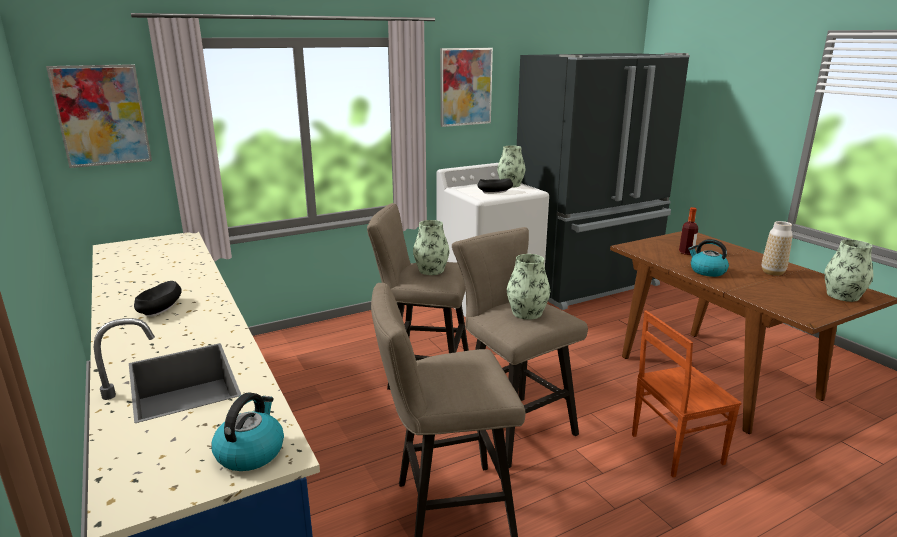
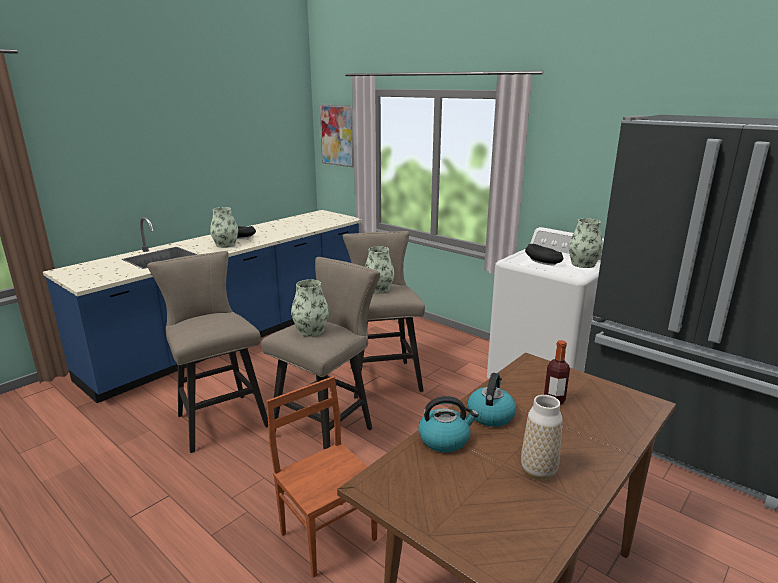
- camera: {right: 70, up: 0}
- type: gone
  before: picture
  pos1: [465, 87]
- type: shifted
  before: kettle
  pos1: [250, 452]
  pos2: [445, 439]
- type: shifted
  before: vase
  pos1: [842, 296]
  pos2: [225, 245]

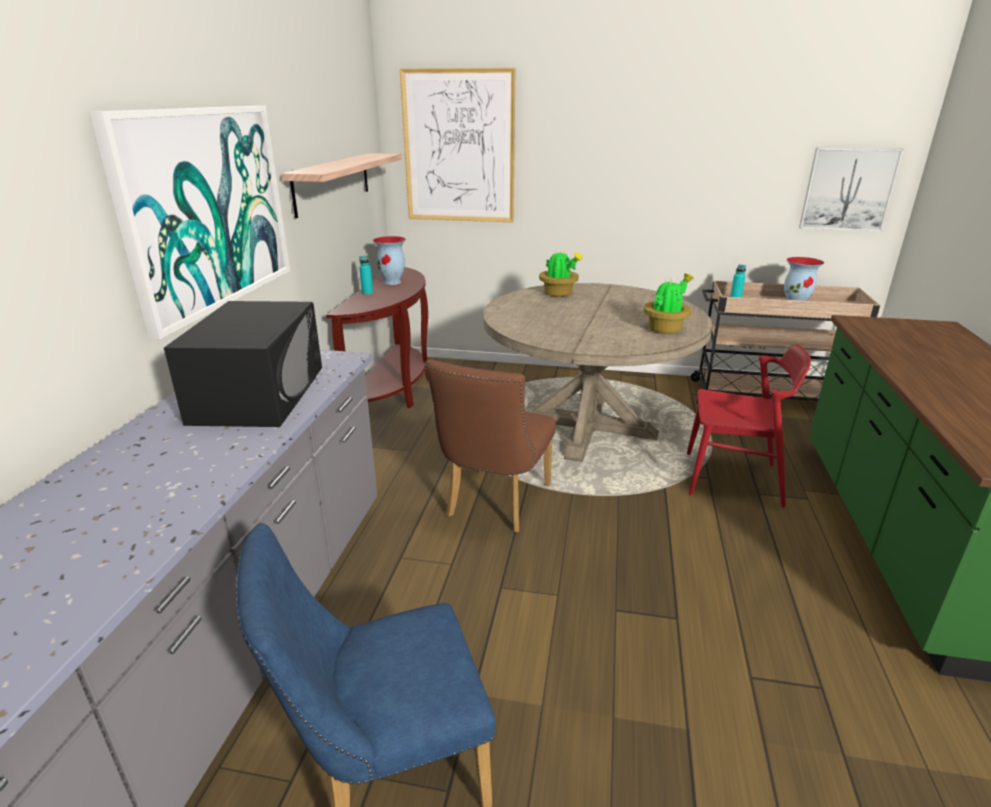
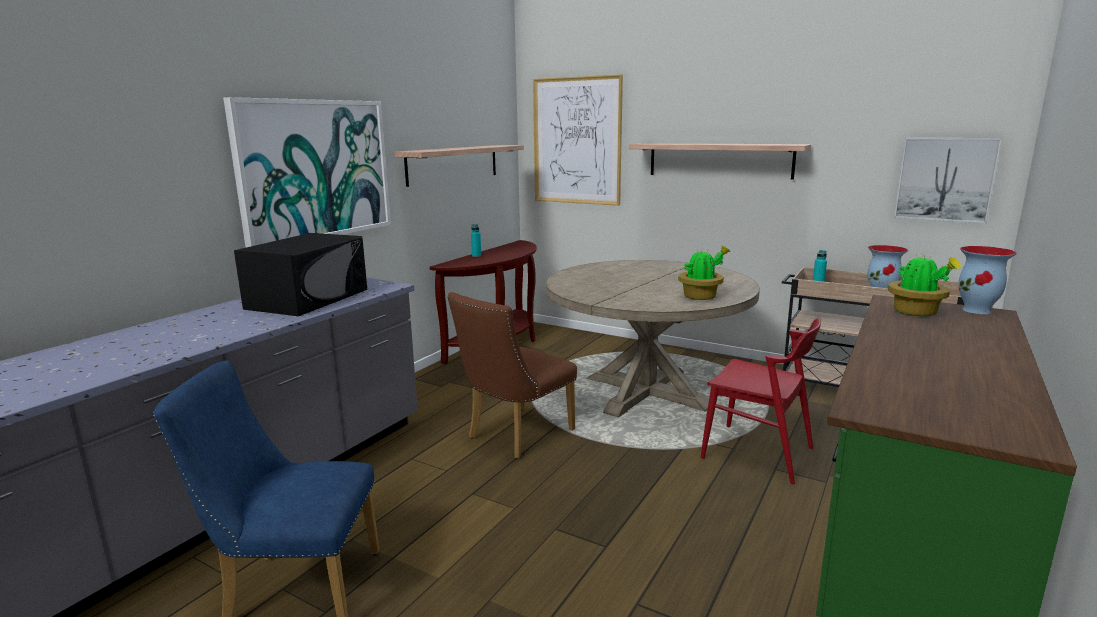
- camera: {right: 20, up: -10}
- type: new
  after: shelf
  pos2: [719, 160]
- type: shifted
  before: vase
  pos1: [393, 282]
  pos2: [977, 310]
- type: shifted
  before: potted_plant
  pos1: [559, 294]
  pos2: [916, 313]

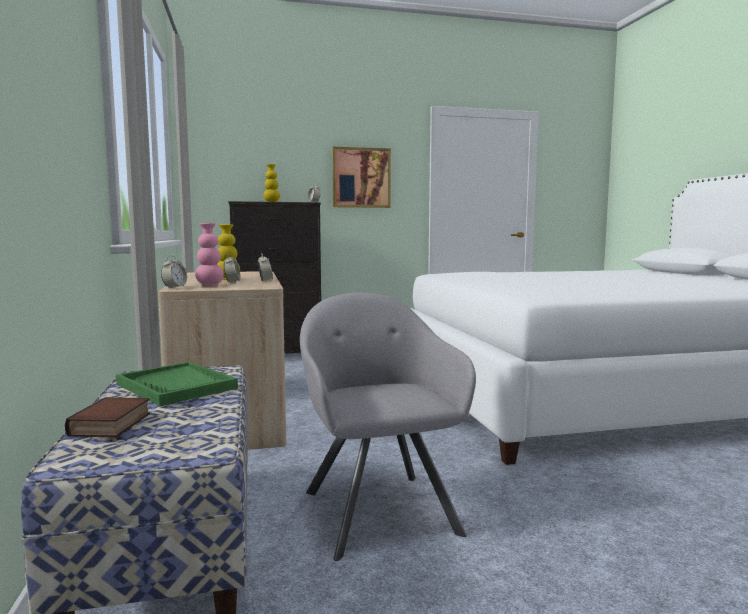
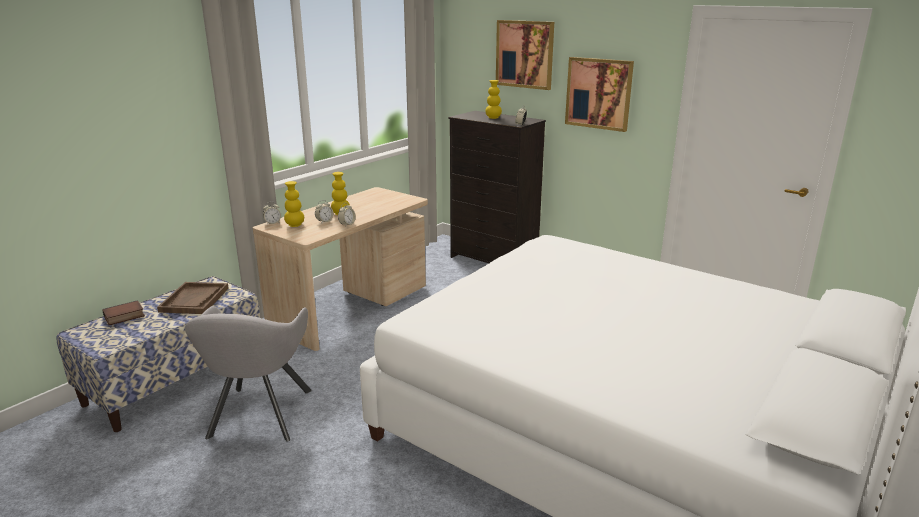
- camera: {right: 50, up: 15}
- type: new
  after: picture
  pos2: [525, 54]
- type: repainted
  before: green_tray
  after: brown_tray
  pos1: [176, 386]
  pos2: [194, 300]
- type: repainted
  before: pink_vase
  after: yellow_vase
  pos1: [210, 285]
  pos2: [295, 225]
- type: rotated
  before: grey_armchair
  pos1: [377, 508]
  pos2: [259, 416]
  turn: 150

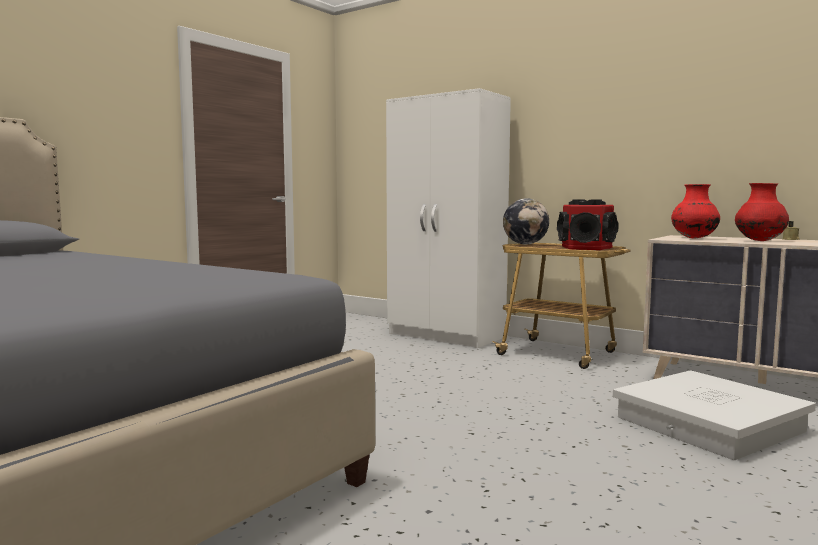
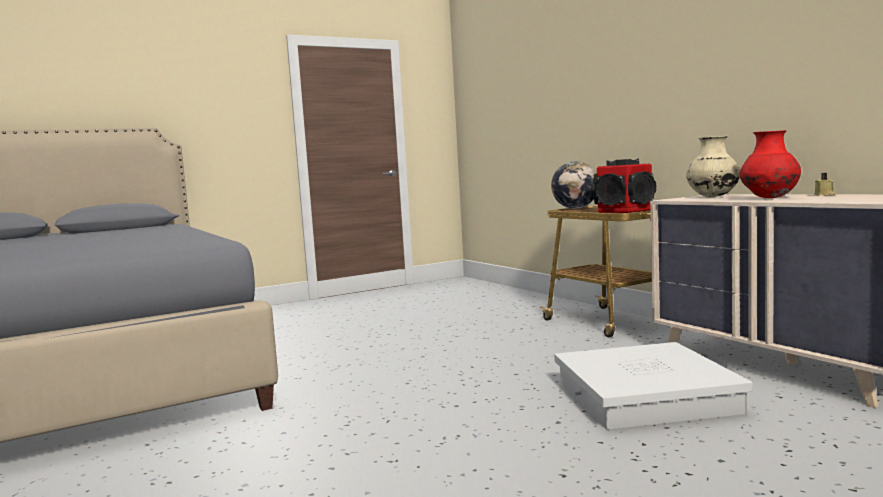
- camera: {right: 25, up: 0}
- type: gone
  before: white_wardrobe
  pos1: [446, 335]
- type: repainted
  before: red_vase
  after: beige_vase
  pos1: [694, 238]
  pos2: [712, 197]

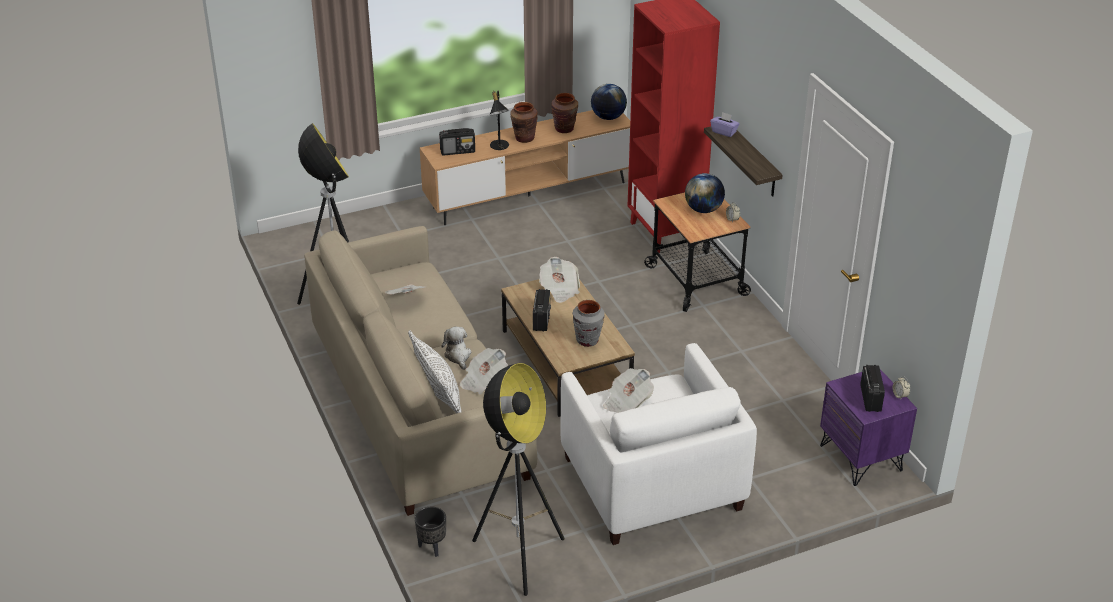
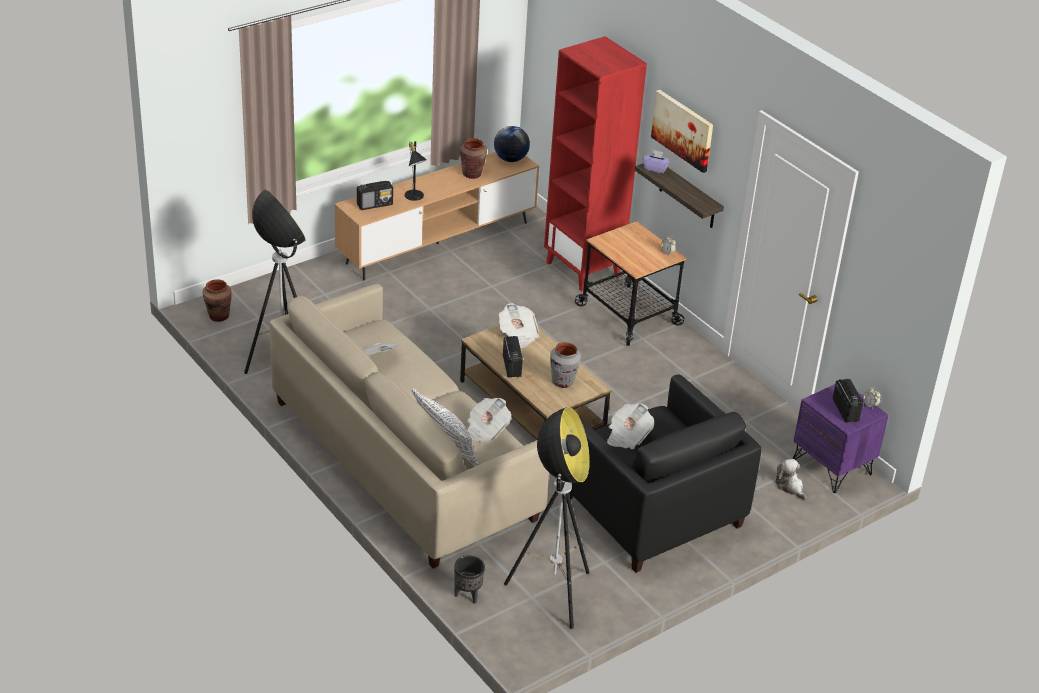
- camera: {right: -15, up: 0}
- type: gone
  before: globe
  pos1: [703, 209]
- type: new
  after: picture
  pos2: [683, 130]
- type: shifted
  before: plush_toy
  pos1: [458, 356]
  pos2: [790, 486]
- type: shifted
  before: brown_vase
  pos1: [524, 138]
  pos2: [218, 316]
- type: repainted
  before: white_armchair
  after: black_armchair
  pos1: [652, 482]
  pos2: [651, 511]

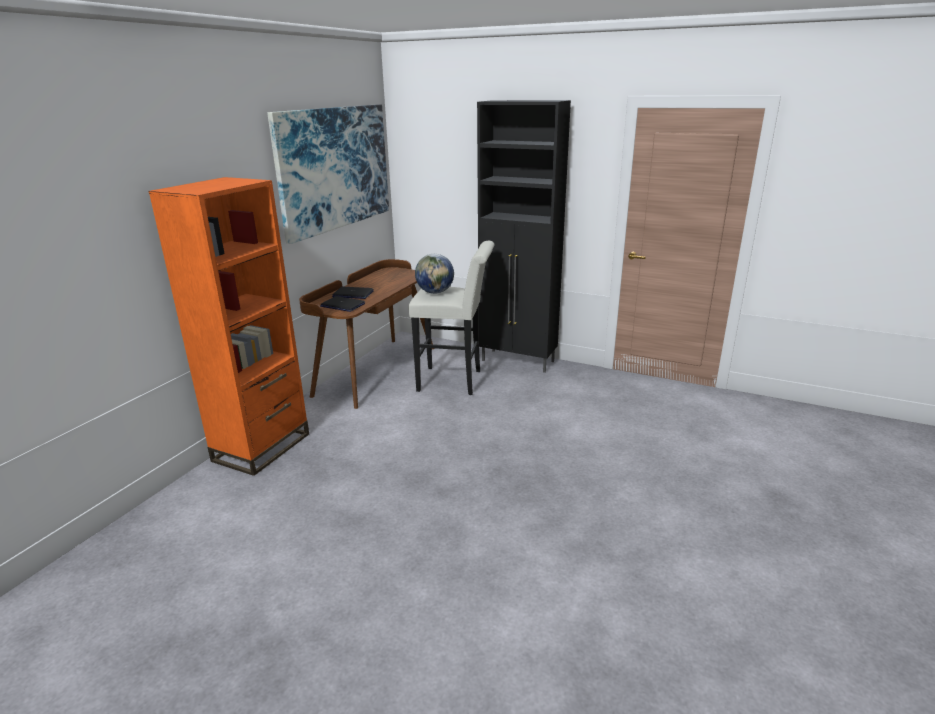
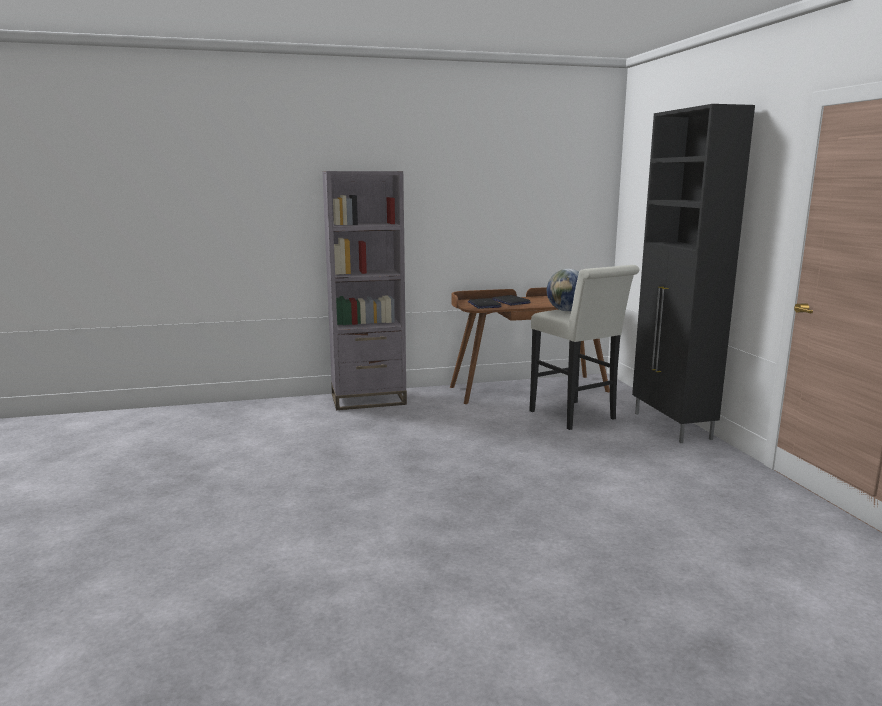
- camera: {right: 50, up: -10}
- type: gone
  before: picture
  pos1: [334, 168]
- type: repainted
  before: orange_bookcase
  after: grey_bookcase
  pos1: [262, 447]
  pos2: [368, 400]

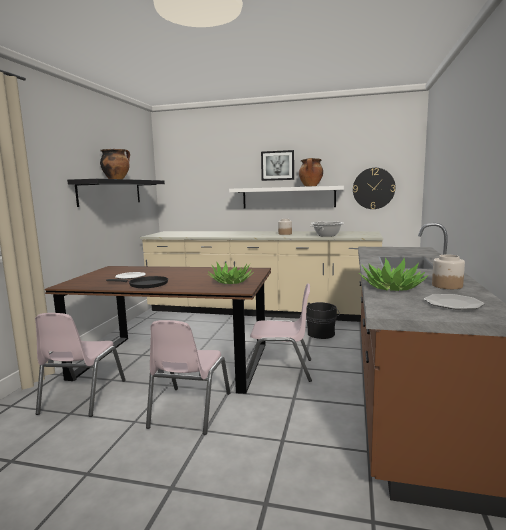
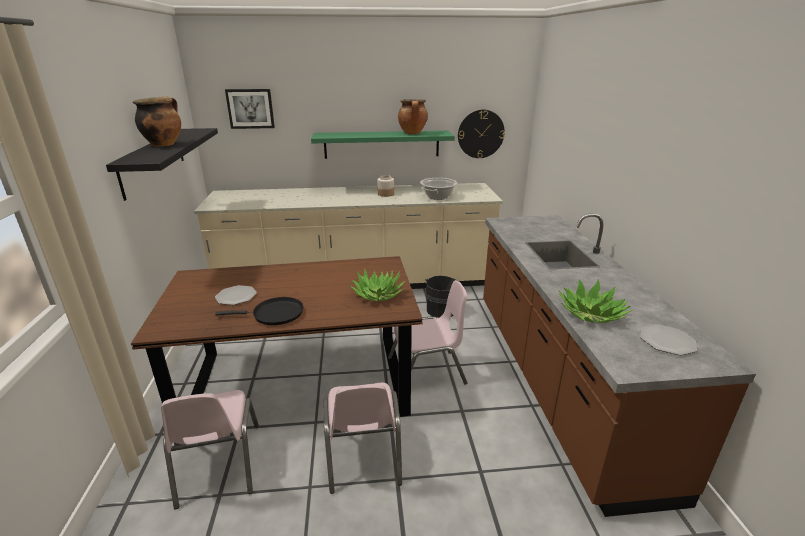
- camera: {right: -20, up: 15}
- type: gone
  before: jar
  pos1: [446, 286]
- type: shifted
  before: picture
  pos1: [277, 165]
  pos2: [250, 108]
- type: repainted
  before: white_shelf
  after: green_shelf
  pos1: [288, 197]
  pos2: [382, 144]

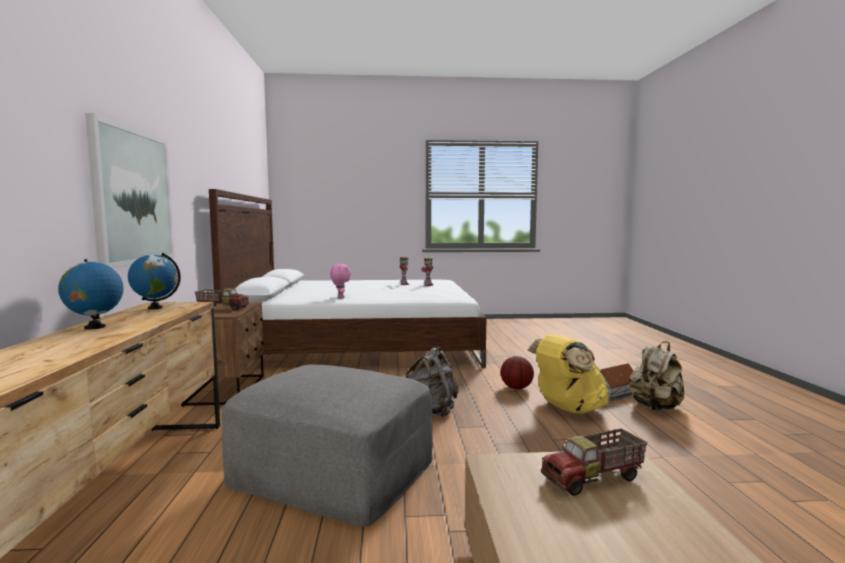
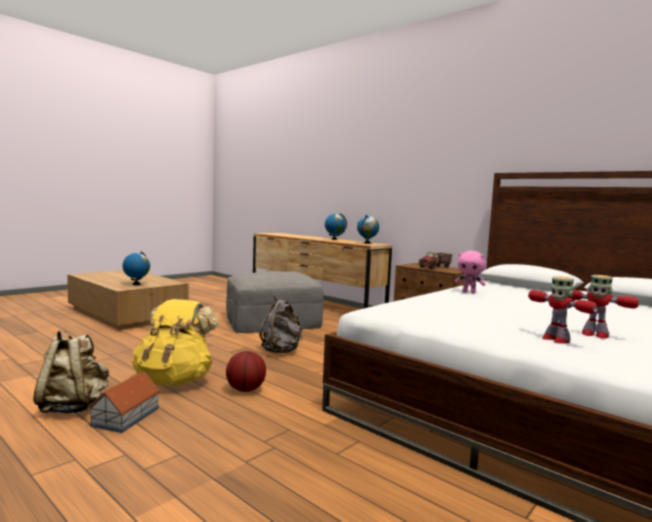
- camera: {right: 135, up: 0}
- type: gone
  before: picture
  pos1: [133, 197]
- type: swapped
  before: toy_truck
  after: globe
  pos1: [594, 479]
  pos2: [136, 284]

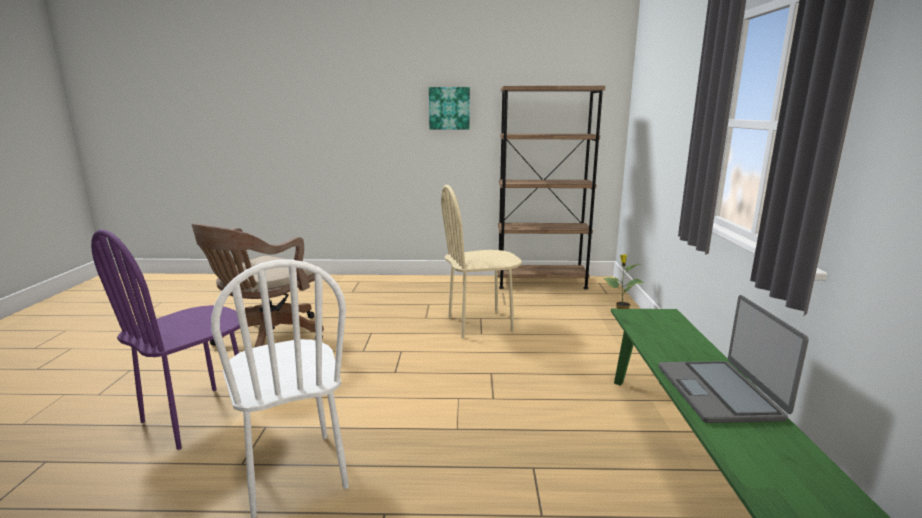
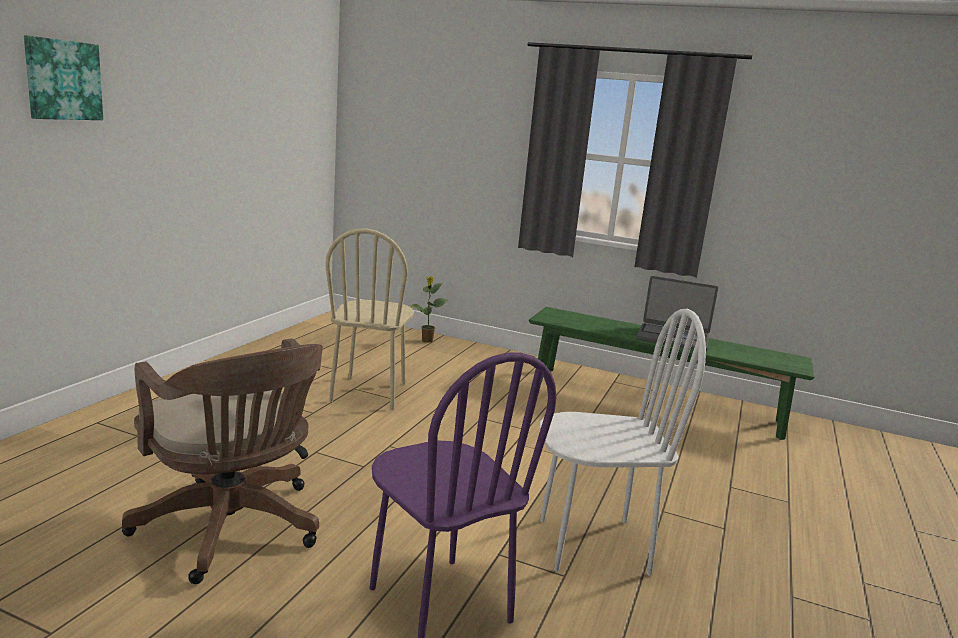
- camera: {right: -70, up: 0}
- type: gone
  before: brown_bookcase
  pos1: [541, 282]
- type: shifted
  before: picture
  pos1: [449, 108]
  pos2: [62, 80]

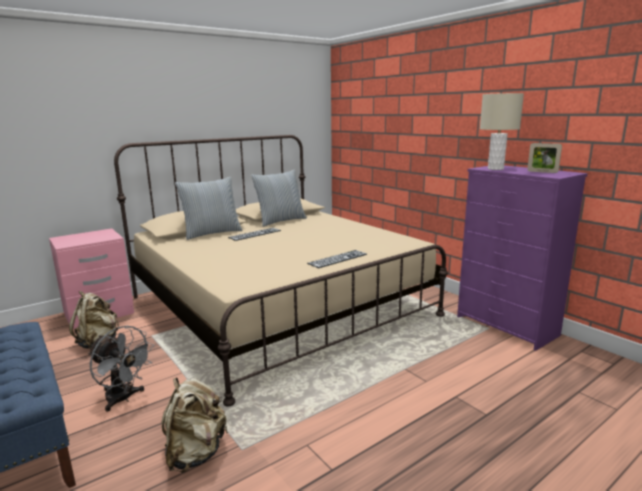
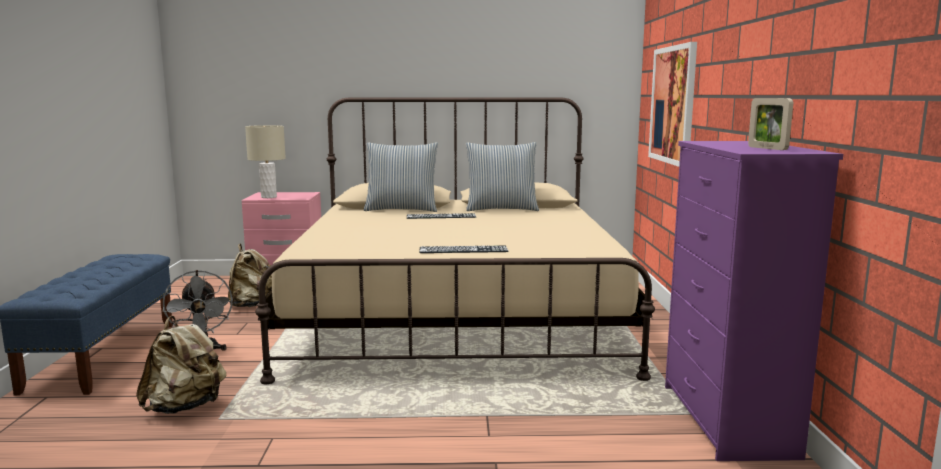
- camera: {right: 35, up: -5}
- type: new
  after: picture
  pos2: [673, 105]
- type: shifted
  before: beige_table_lamp
  pos1: [495, 169]
  pos2: [269, 197]

